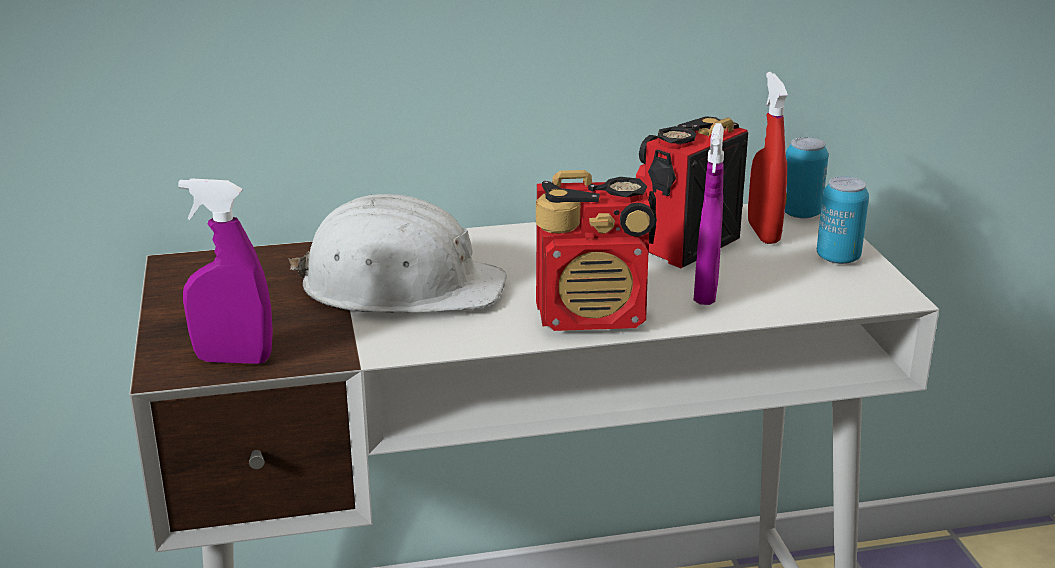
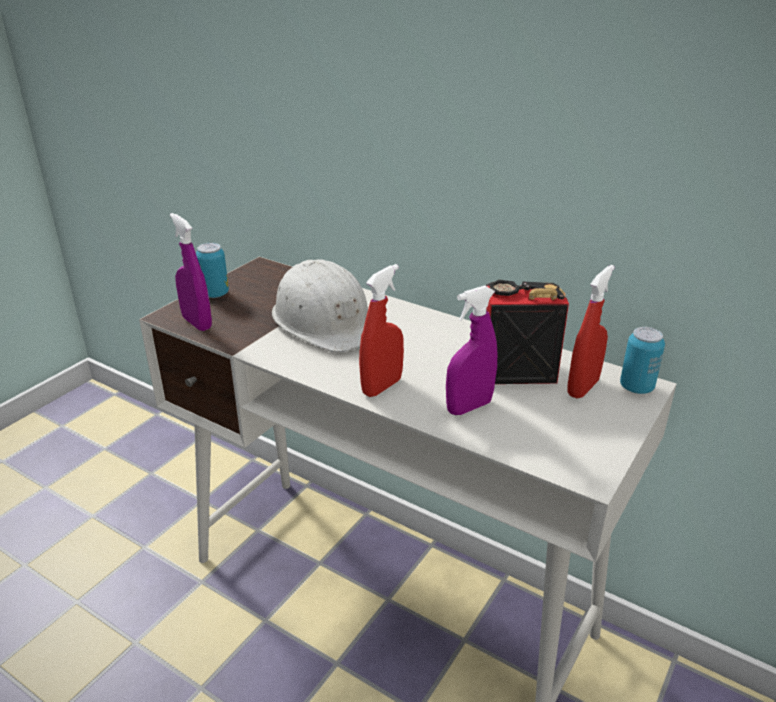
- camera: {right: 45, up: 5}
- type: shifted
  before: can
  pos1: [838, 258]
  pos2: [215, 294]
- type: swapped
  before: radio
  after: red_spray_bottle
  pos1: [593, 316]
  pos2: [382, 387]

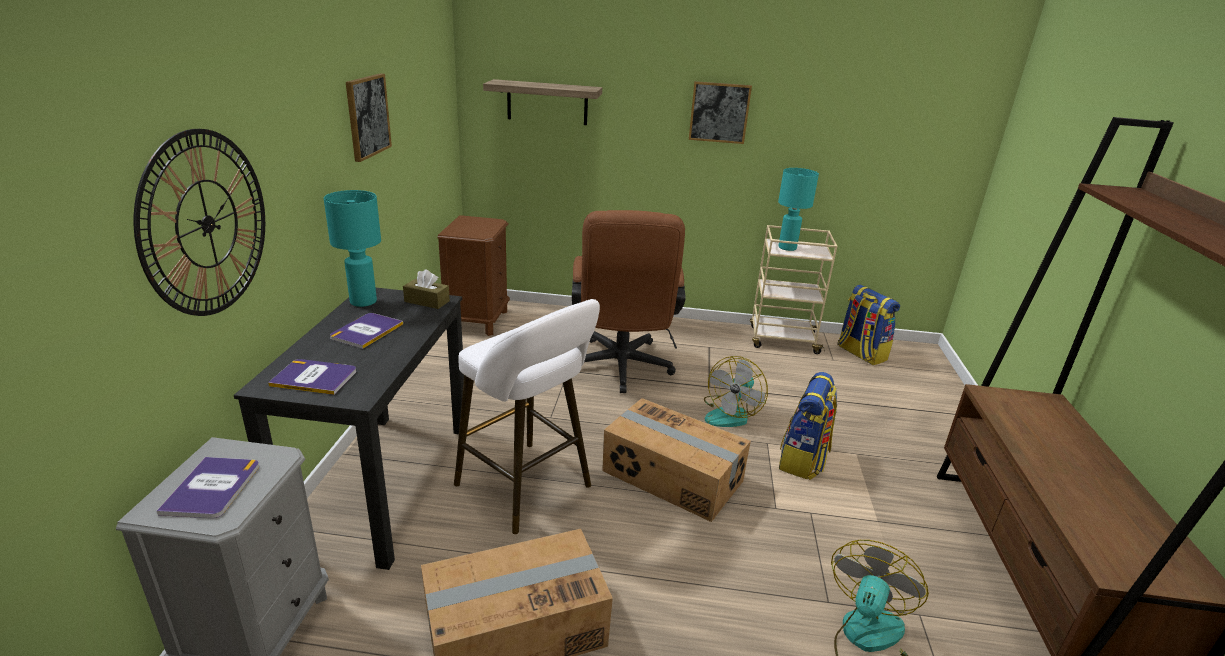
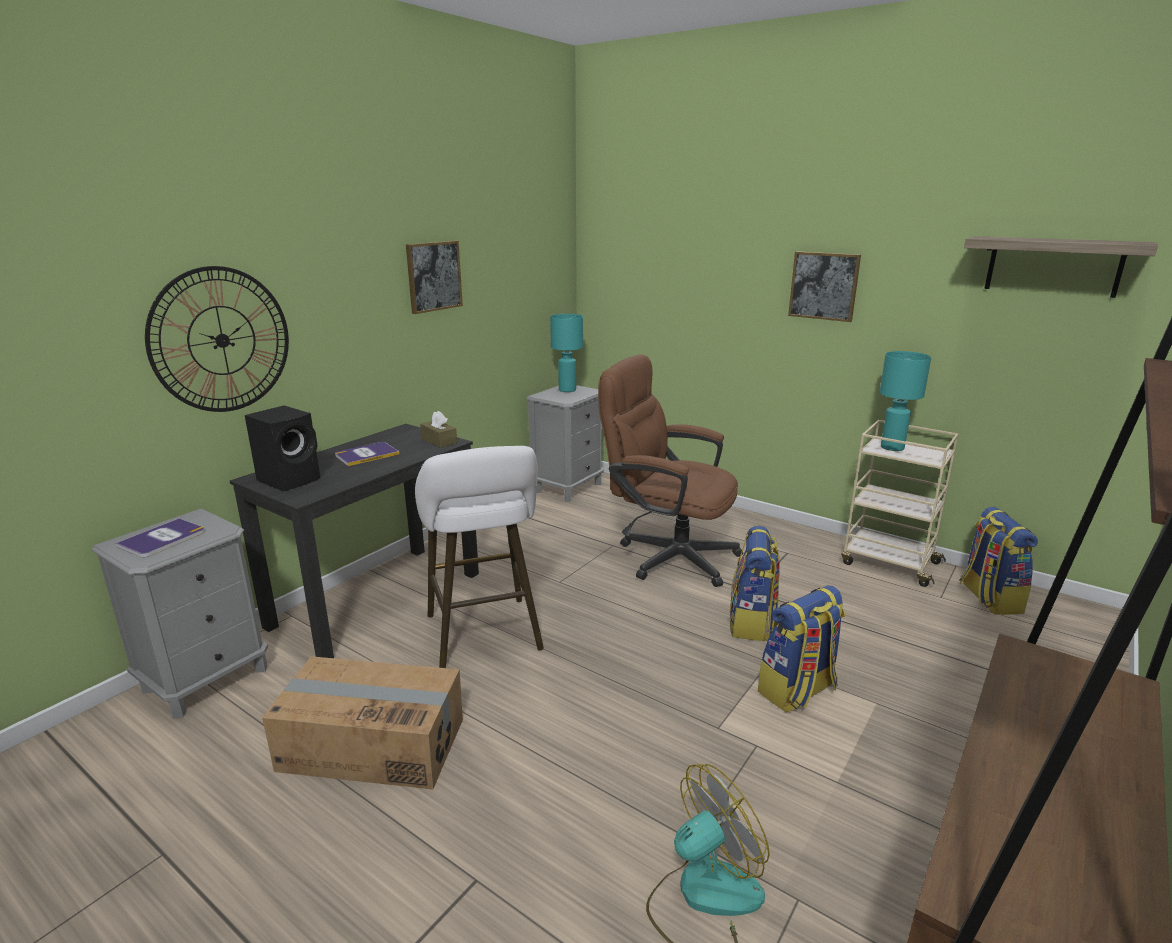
- camera: {right: 30, up: -5}
- type: gone
  before: cardboard_box
  pos1: [672, 476]
- type: shifted
  before: turquoise_table_lamp
  pos1: [362, 302]
  pos2: [566, 390]
- type: shifted
  before: shelf
  pos1: [547, 102]
  pos2: [1053, 266]
- type: swapped
  before: book
  after: black_speaker
  pos1: [314, 378]
  pos2: [291, 479]
- type: swapped
  before: fan
  after: backpack
  pos1: [731, 414]
  pos2: [752, 623]
- type: repainted
  before: brown_nightstand
  after: grey_nightstand
  pos1: [478, 320]
  pos2: [568, 487]
- type: rotated
  before: brown_office_chair
  pos1: [621, 369]
  pos2: [667, 555]
  turn: 90

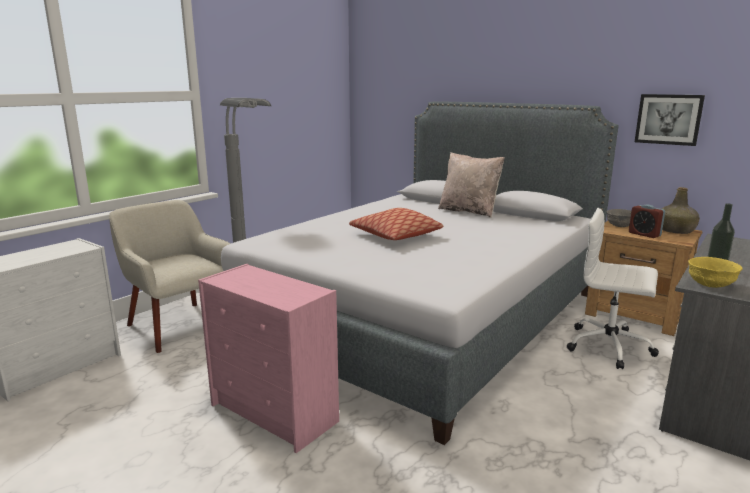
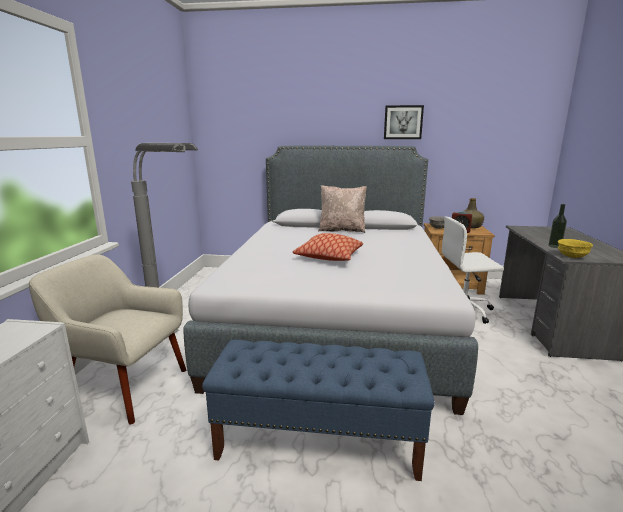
- camera: {right: -30, up: 0}
- type: shifted
  before: picture
  pos1: [668, 119]
  pos2: [403, 122]
- type: swapped
  before: pink_dresser
  after: blue_bench
  pos1: [275, 414]
  pos2: [319, 441]

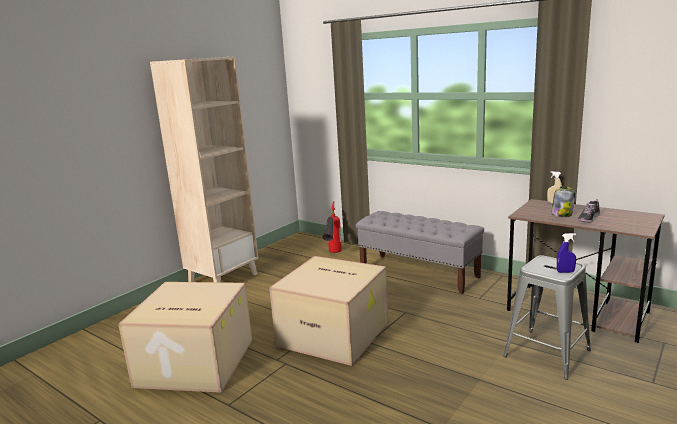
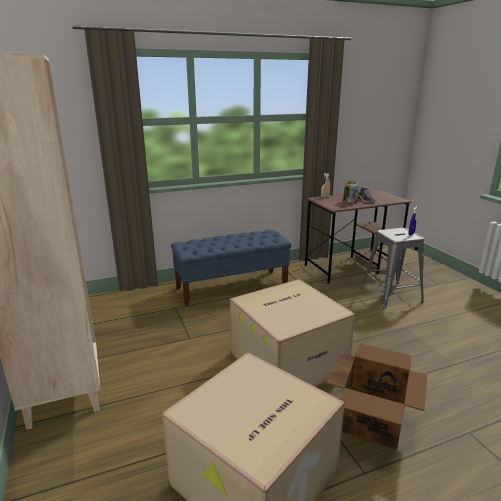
- camera: {right: -60, up: 5}
- type: gone
  before: fire_extinguisher
  pos1: [333, 255]
- type: new
  after: cardboard_box
  pos2: [372, 420]
- type: repainted
  before: grey_bench
  after: blue_bench
  pos1: [419, 273]
  pos2: [232, 287]

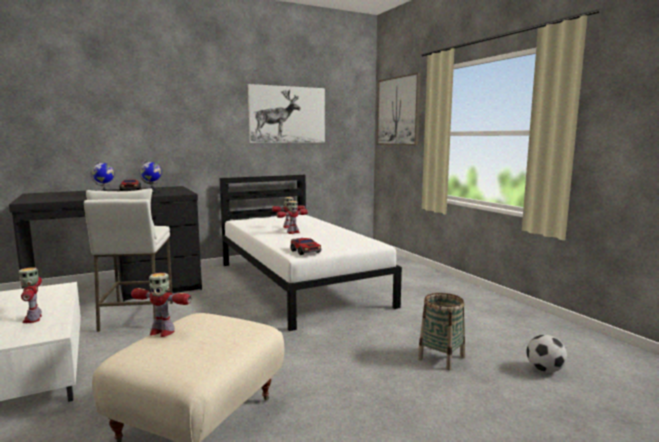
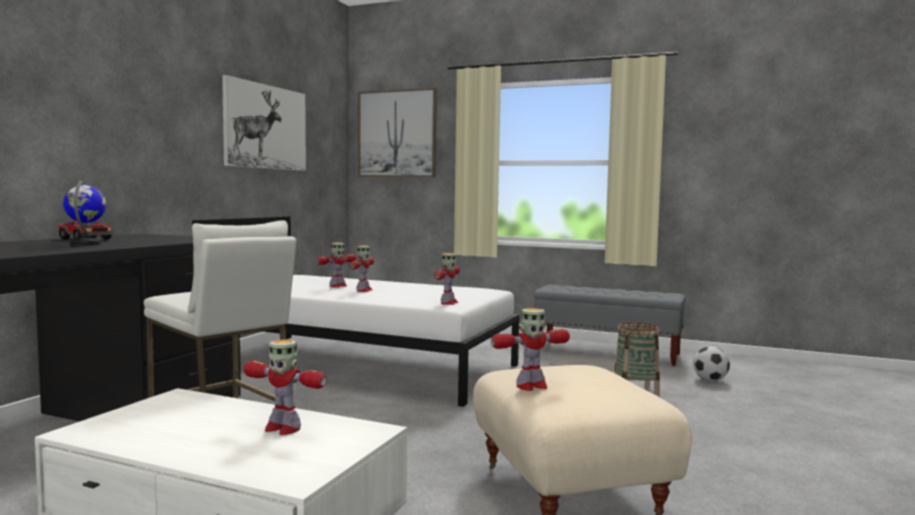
- camera: {right: -40, up: -5}
- type: gone
  before: globe
  pos1: [152, 192]
- type: new
  after: grey_bench
  pos2: [607, 353]
- type: swapped
  before: toy_car
  after: toy_robot
  pos1: [305, 251]
  pos2: [448, 303]

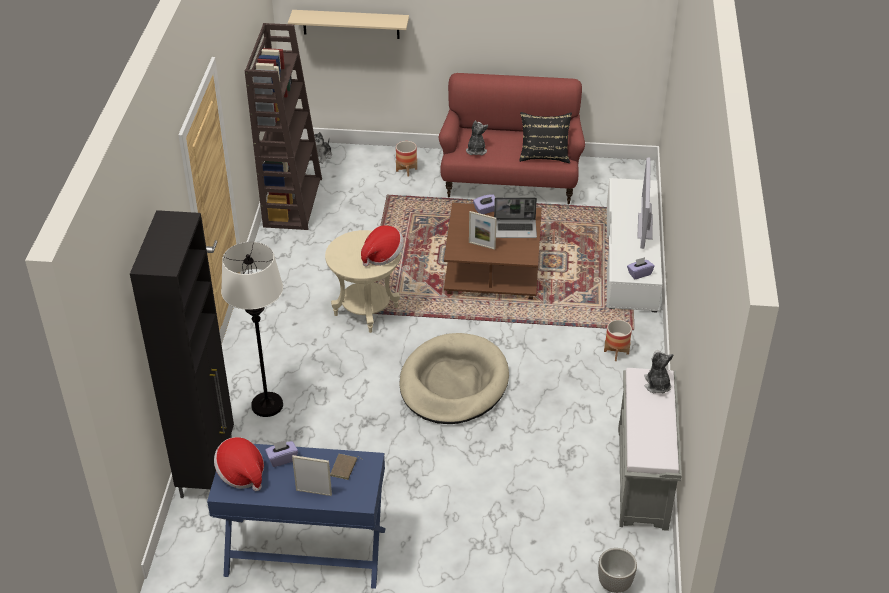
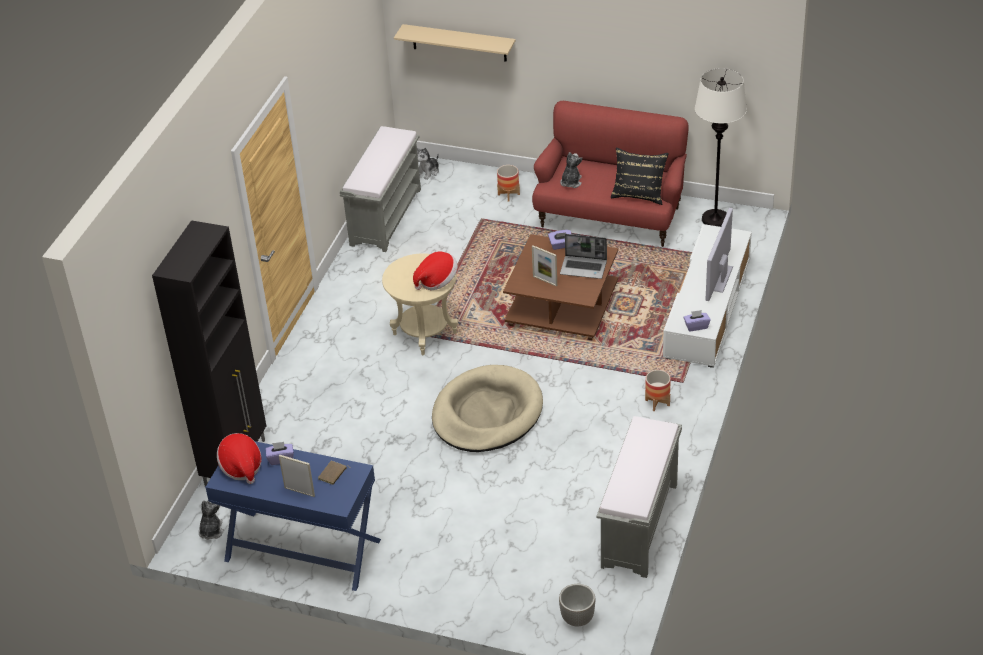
- camera: {right: 15, up: 0}
- type: shifted
  before: white_floor_lamp
  pos1: [267, 405]
  pos2: [715, 219]
- type: shifted
  before: plush_toy
  pos1: [657, 385]
  pos2: [211, 531]
- type: swapped
  before: brown_bookcase
  after: grey_bench
  pos1: [292, 202]
  pos2: [385, 216]

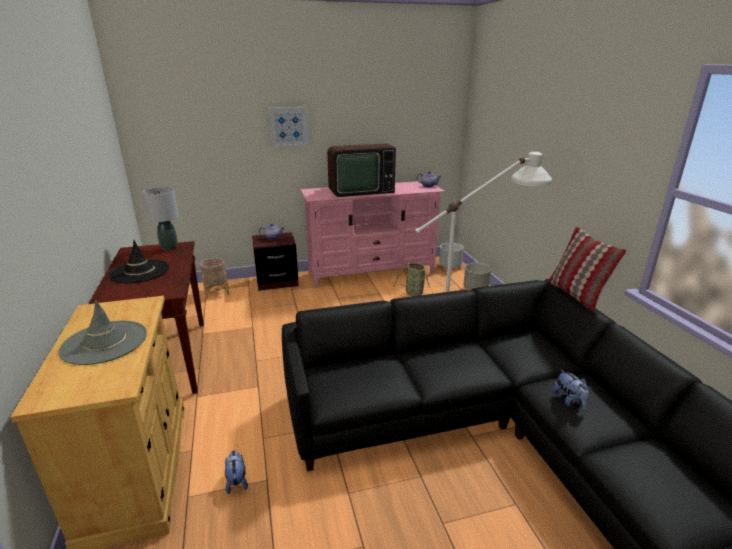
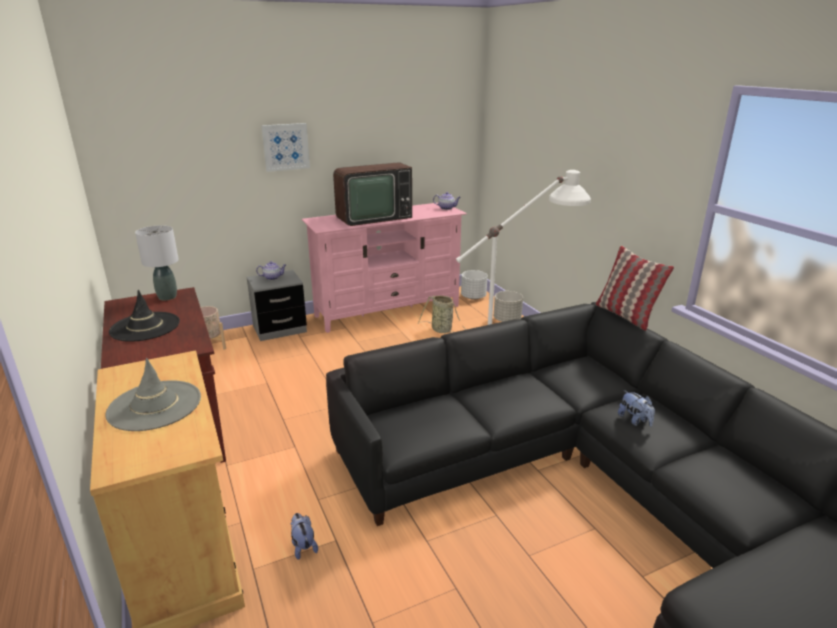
- camera: {right: -10, up: 0}
- type: repainted
  before: brown_nightstand
  after: grey_nightstand
  pos1: [277, 282]
  pos2: [279, 329]

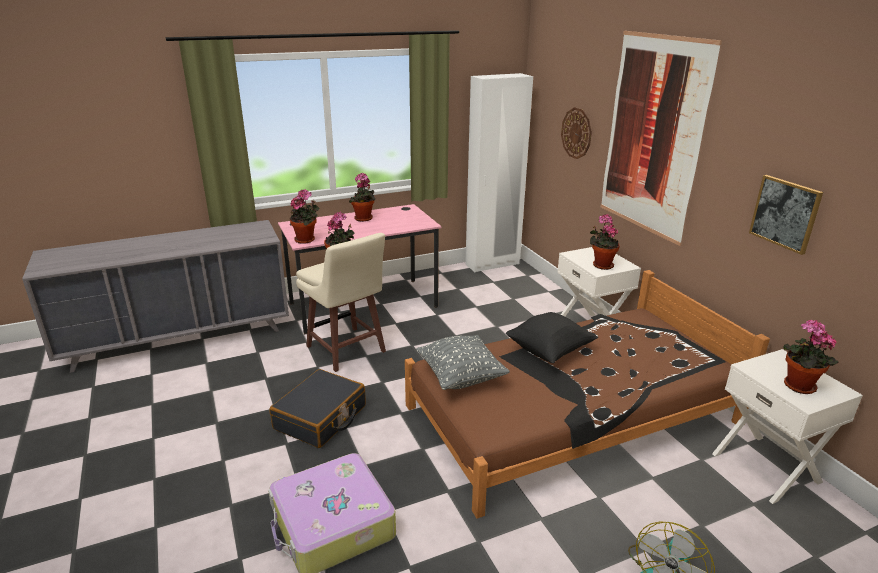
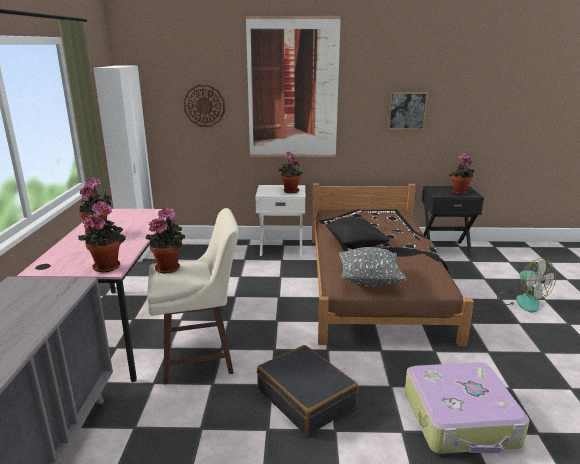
- camera: {right: -65, up: -5}
- type: repainted
  before: white_nightstand
  after: black_nightstand
  pos1: [767, 467]
  pos2: [444, 249]

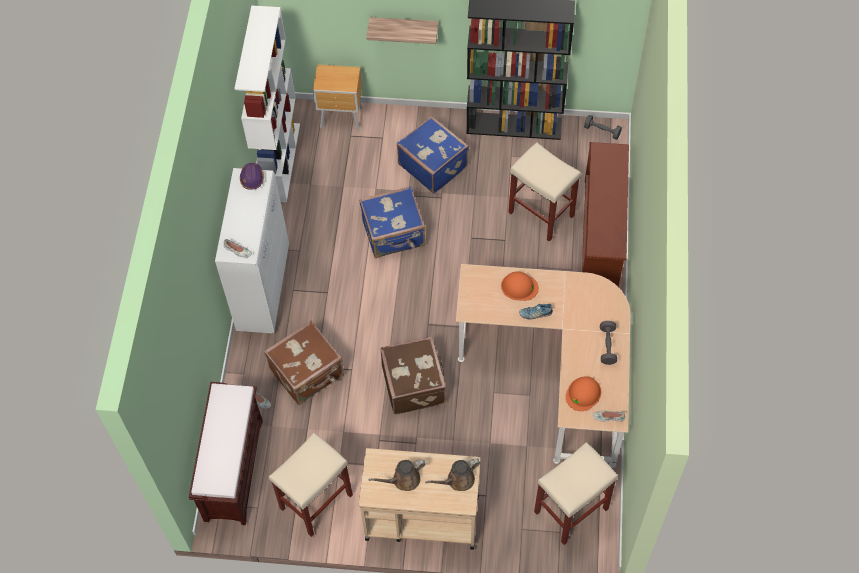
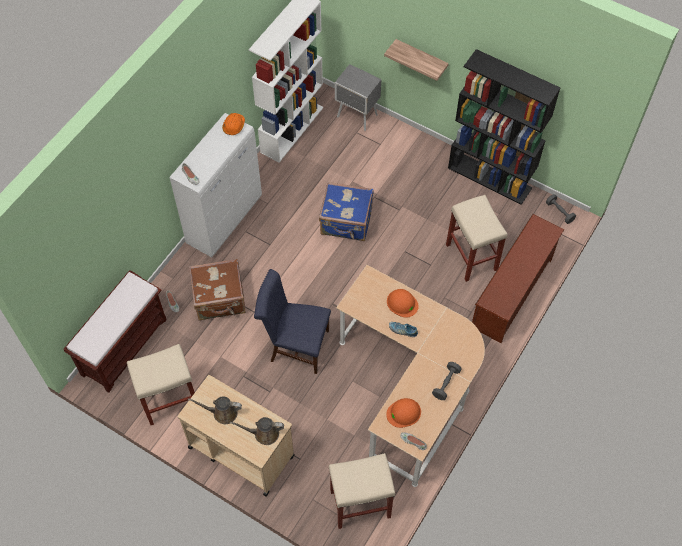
- camera: {right: 25, up: 0}
- type: gone
  before: blue_suitcase
  pos1: [433, 165]
- type: swapped
  before: brown_suitcase
  after: blue_chair
  pos1: [415, 384]
  pos2: [295, 345]
- type: repainted
  before: purple_hard_hat
  after: orange_hard_hat
  pos1: [252, 178]
  pos2: [234, 126]
- type: repainted
  before: brown_nightstand
  after: grey_nightstand
  pos1: [342, 118]
  pos2: [357, 117]

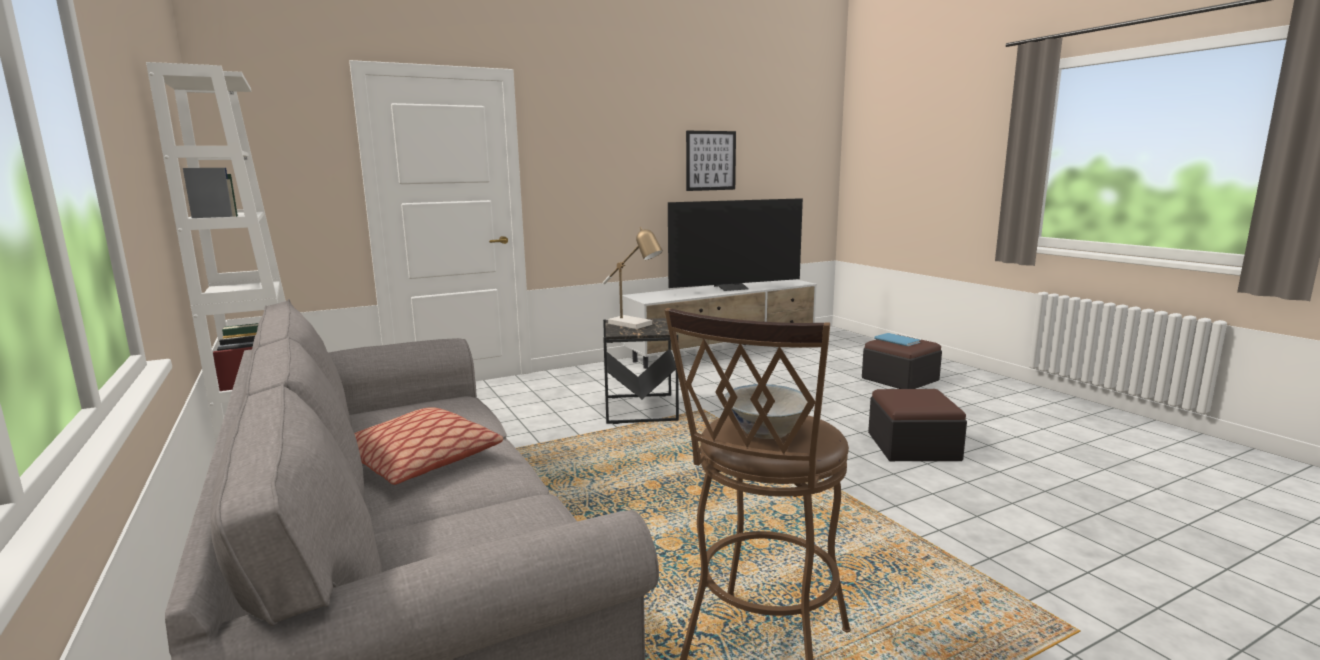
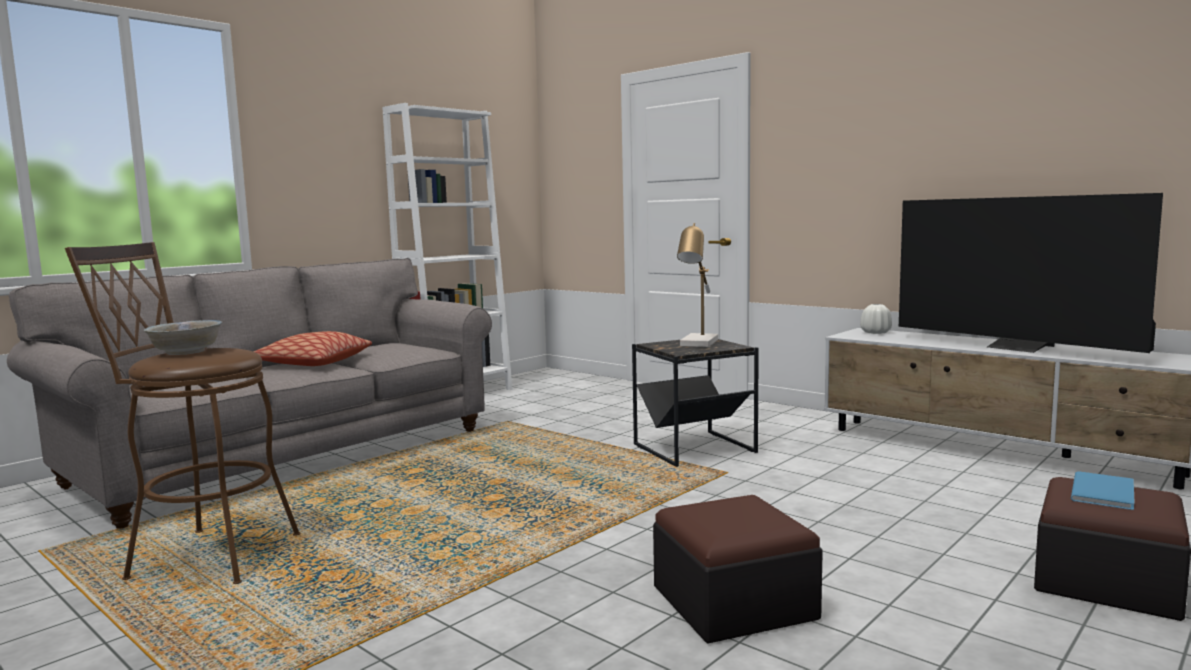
- camera: {right: 70, up: -5}
- type: gone
  before: picture
  pos1: [710, 160]
- type: new
  after: white_vase
  pos2: [875, 332]

